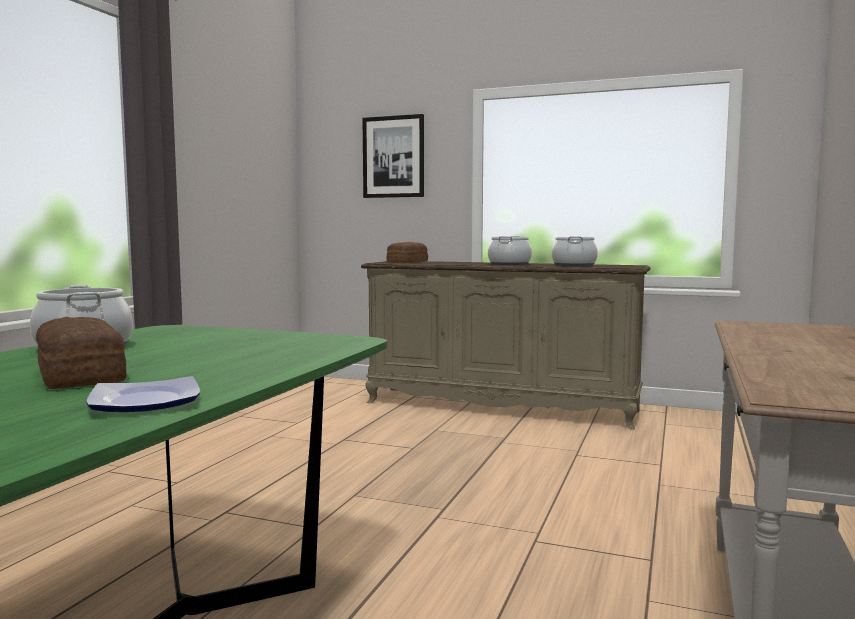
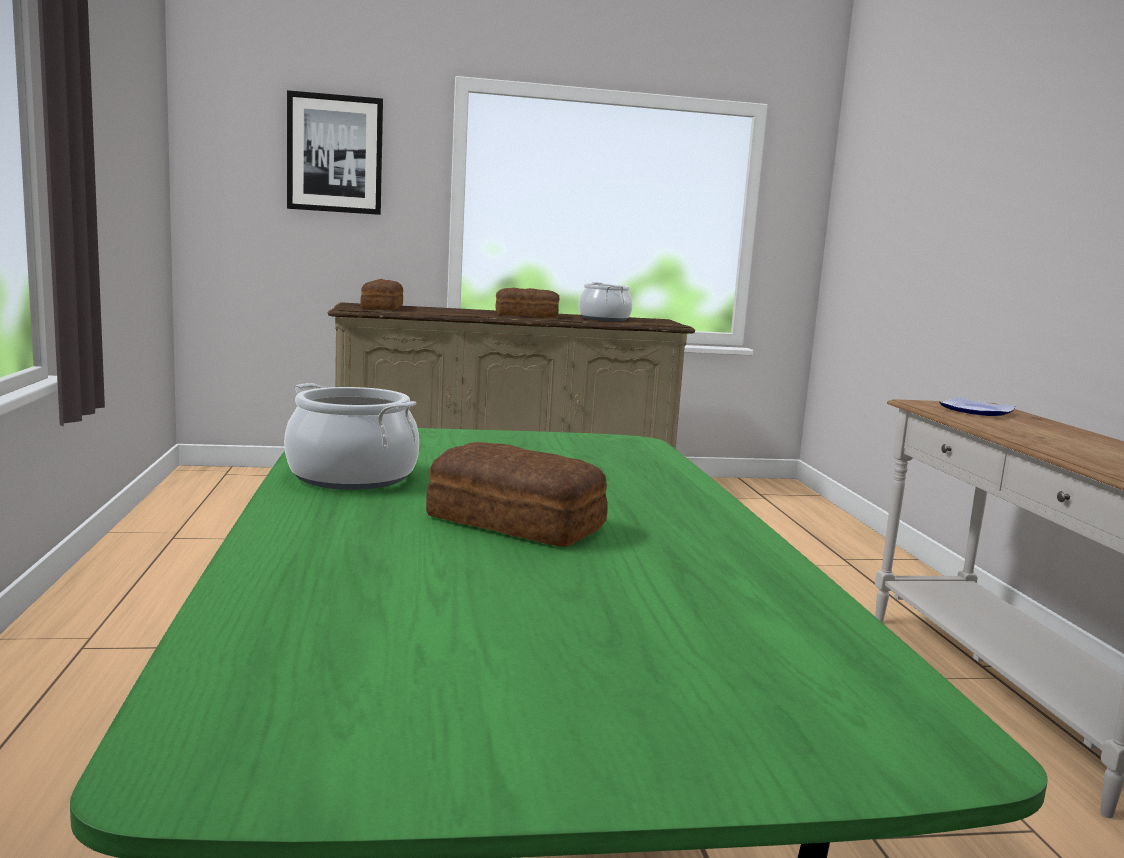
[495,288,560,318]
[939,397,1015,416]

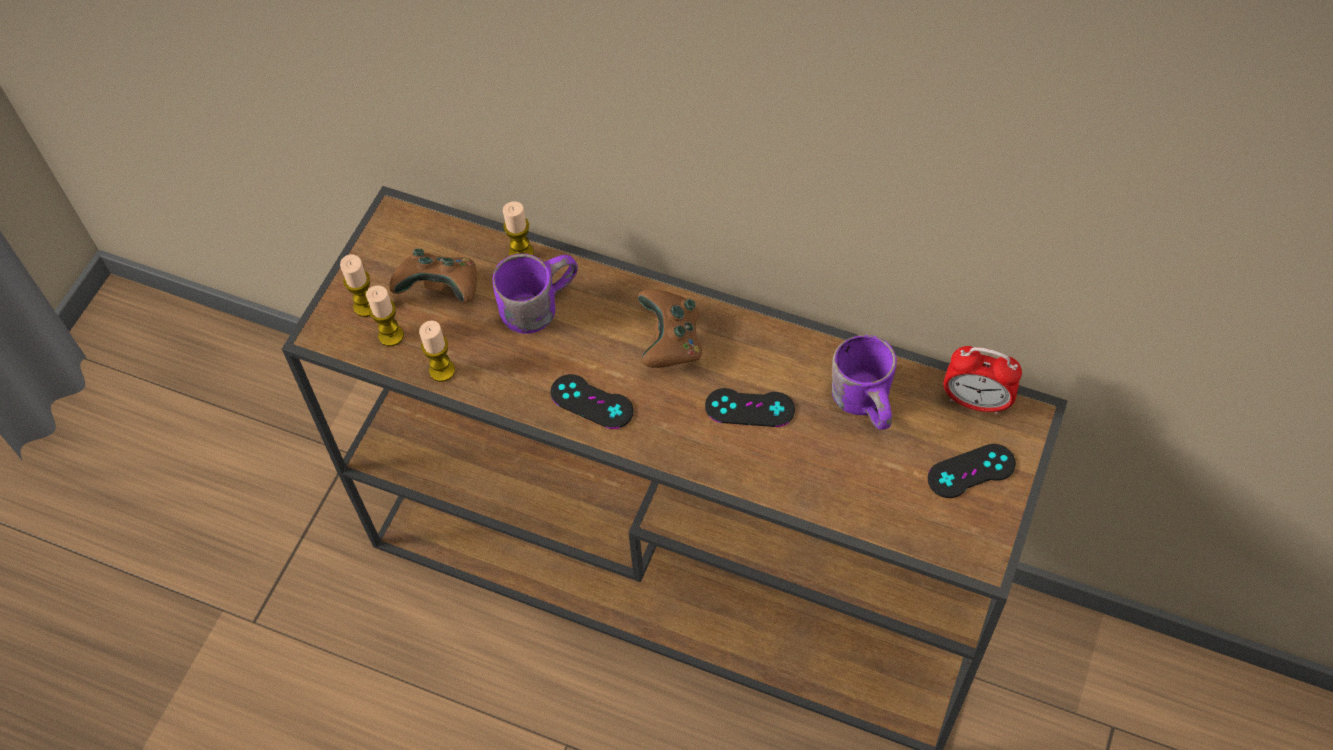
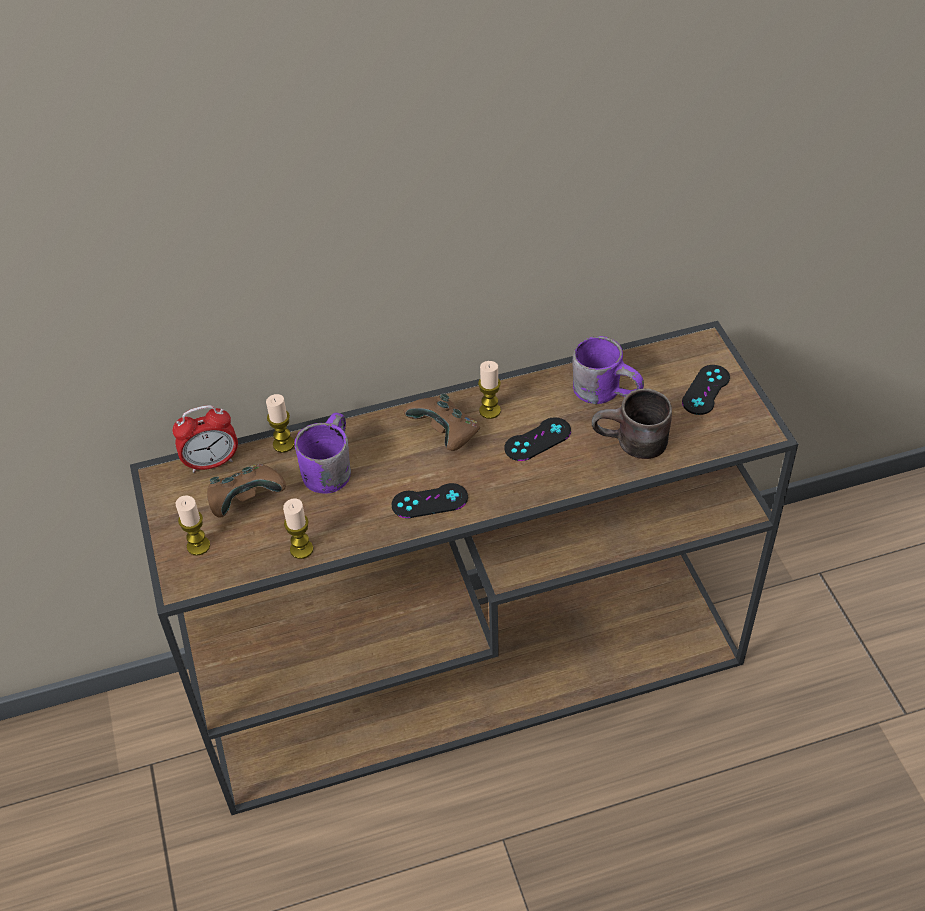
[172,405,238,473]
[478,361,501,419]
[592,389,672,459]

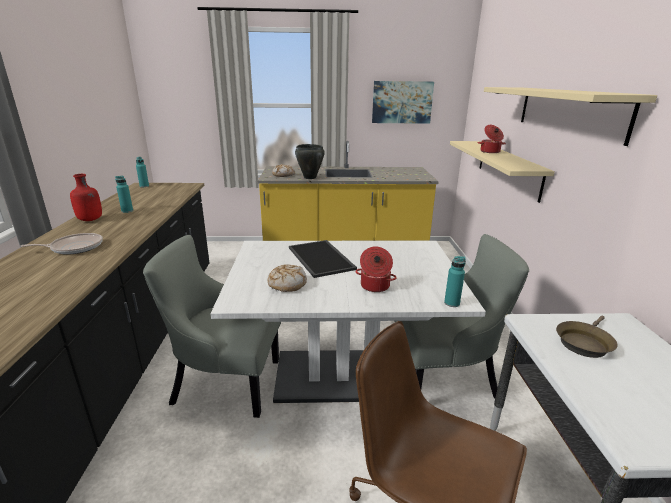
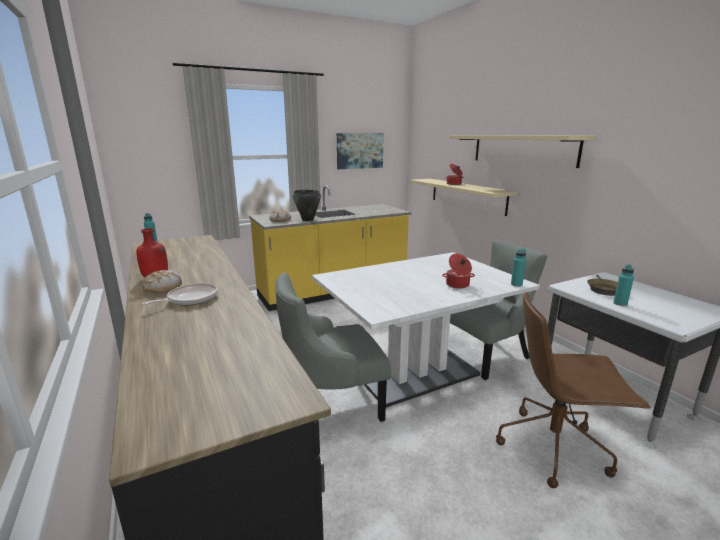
[142,270,182,292]
[613,265,634,306]
[289,240,357,278] (first image)

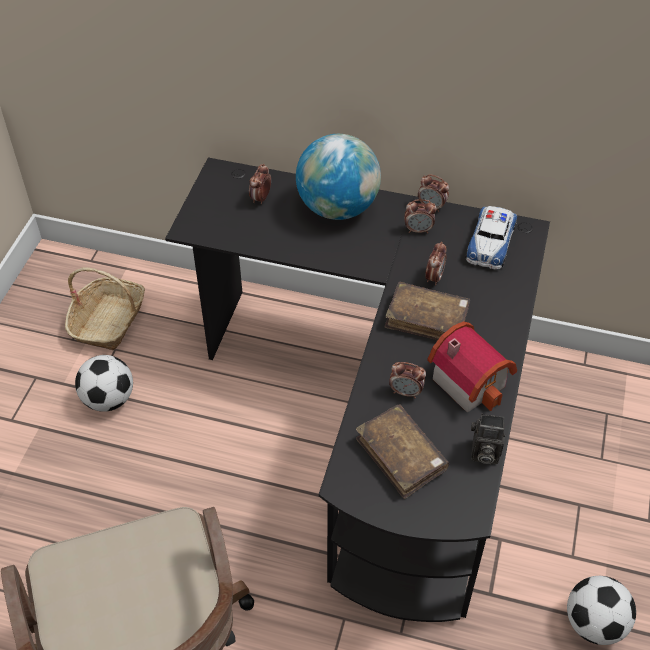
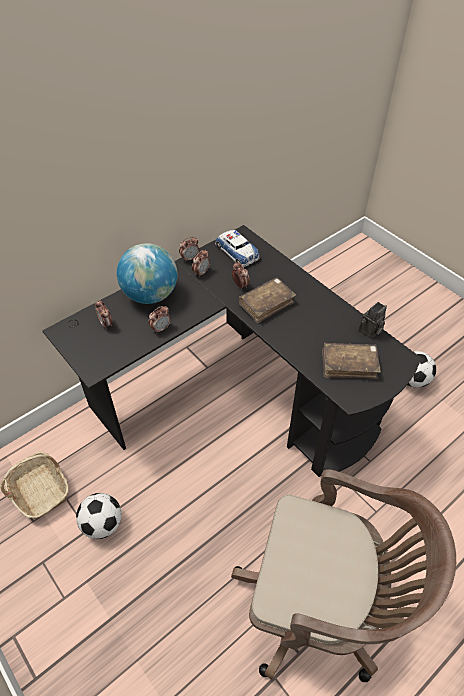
[148,306,171,334]
[427,321,517,413] (first image)

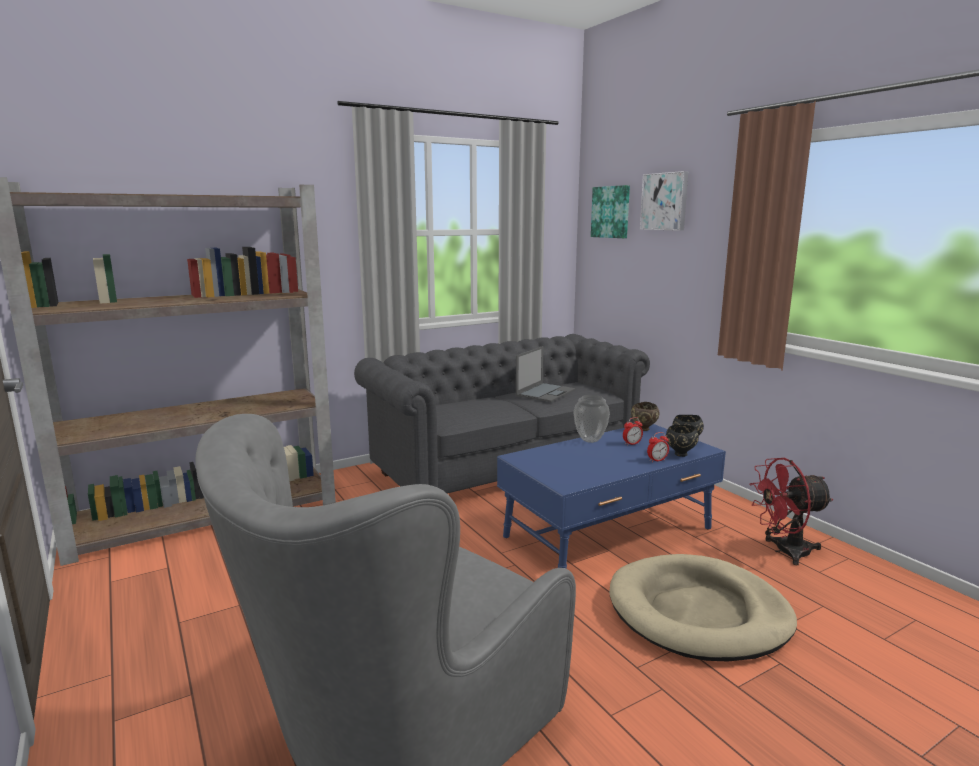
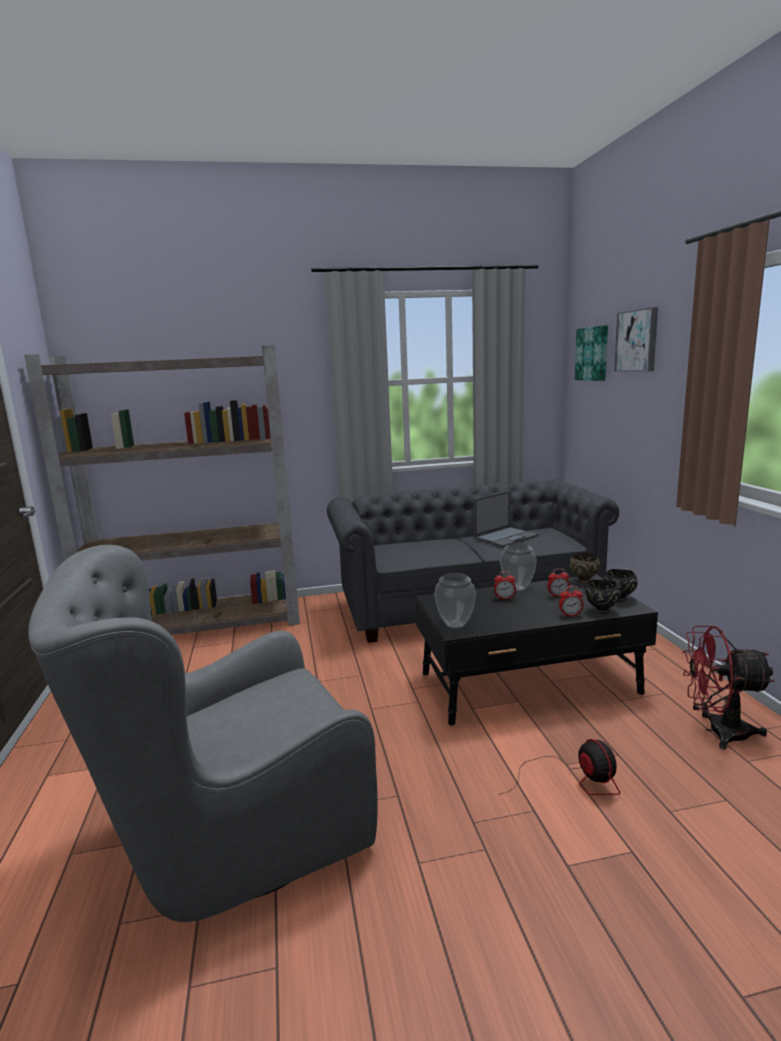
[415,575,658,725]
[434,572,476,628]
[494,571,516,599]
[498,739,620,795]

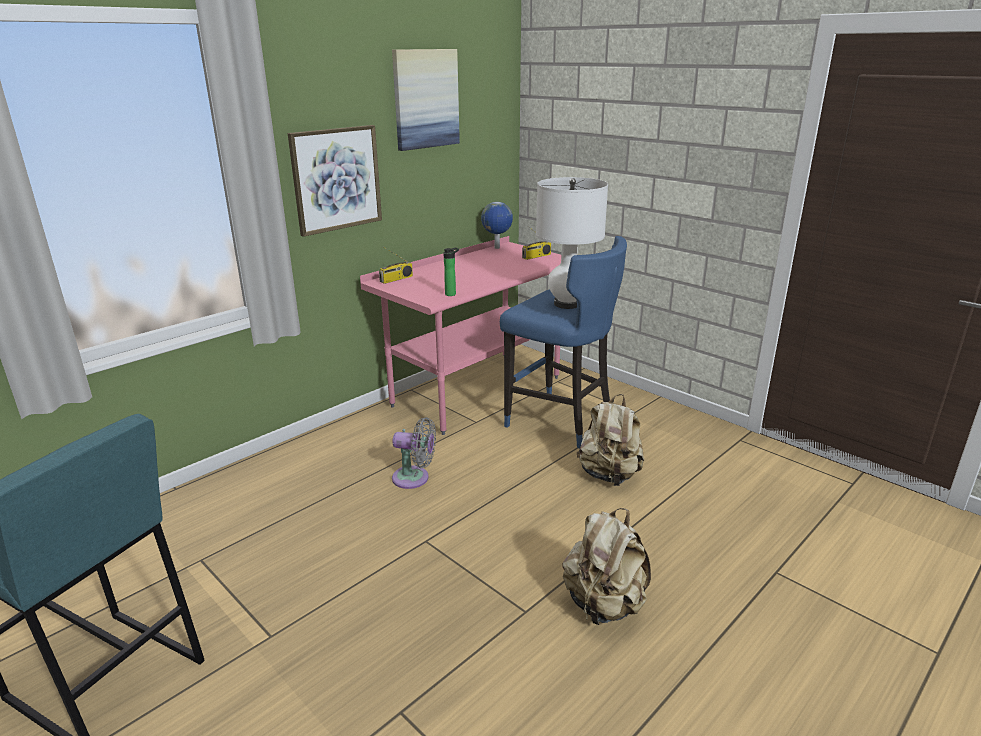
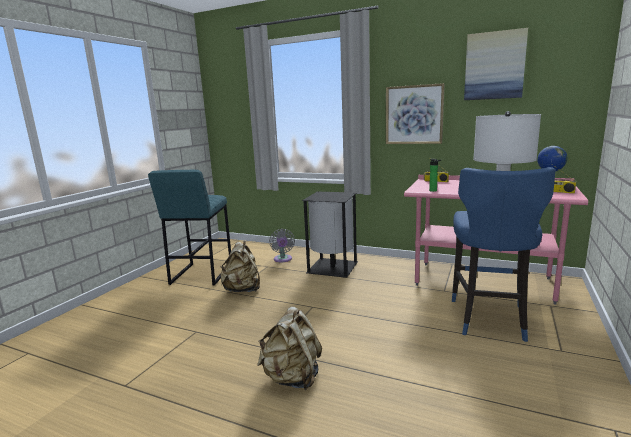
[220,241,260,292]
[269,229,295,262]
[302,191,358,278]

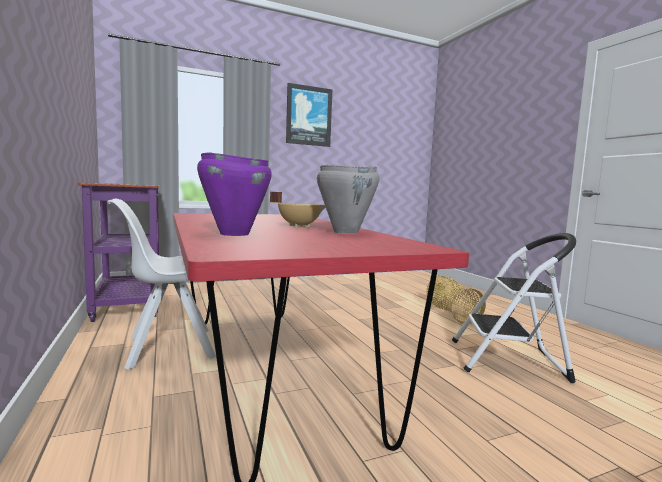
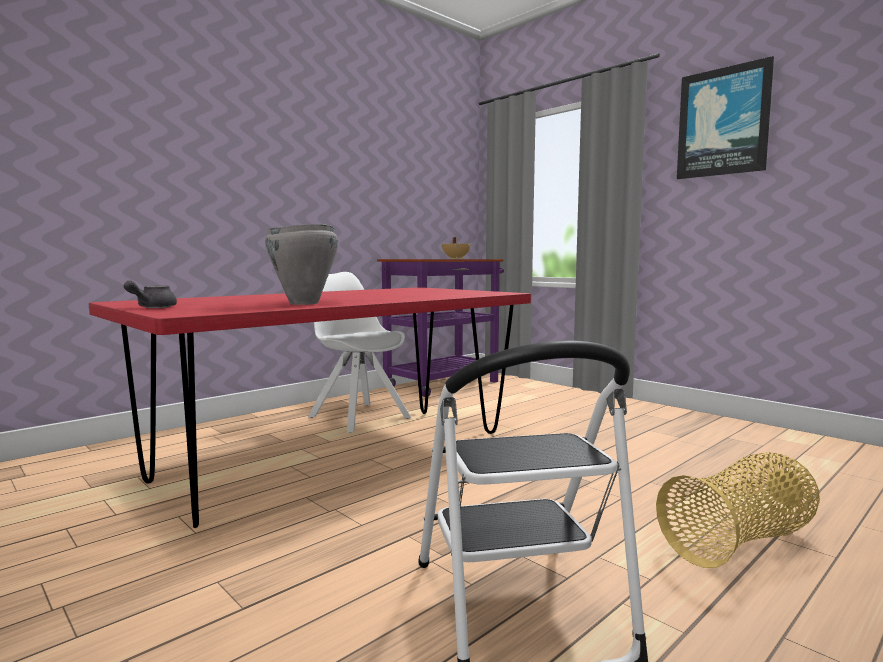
[124,280,177,308]
[442,237,471,259]
[197,152,272,236] (first image)

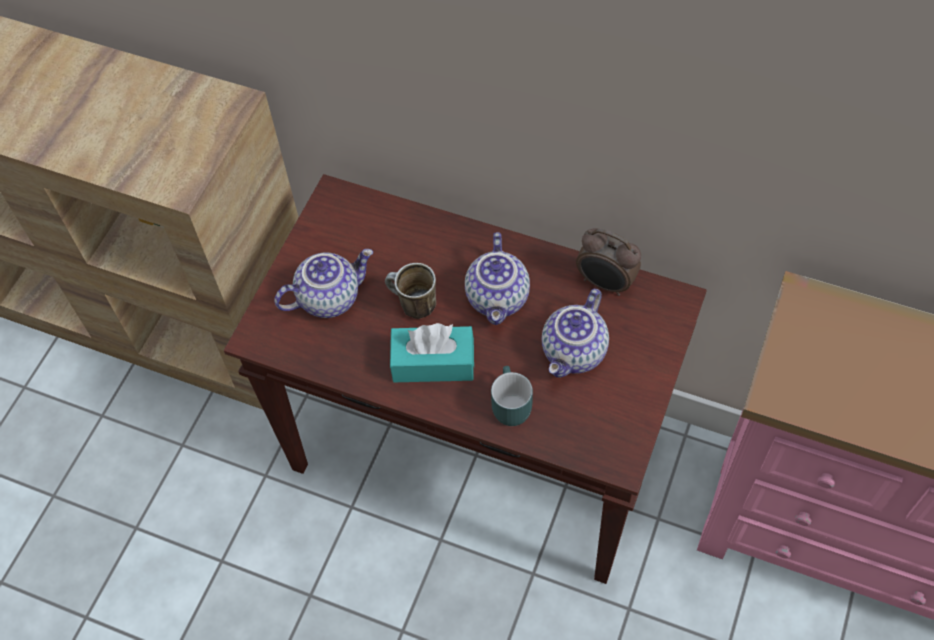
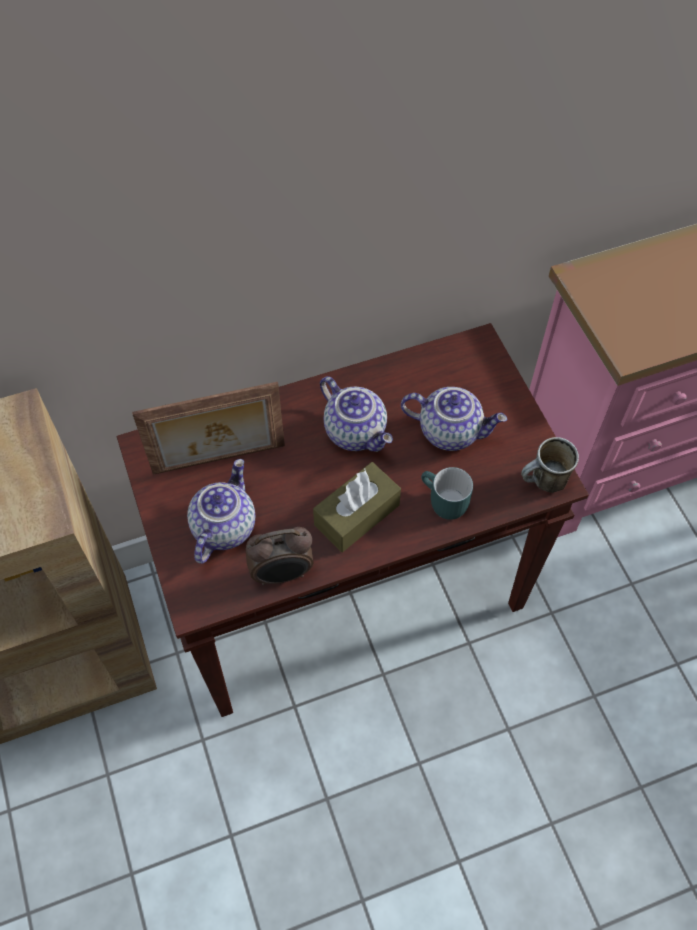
[132,382,285,475]
[246,527,313,586]
[313,462,401,552]
[401,387,507,451]
[521,437,579,493]

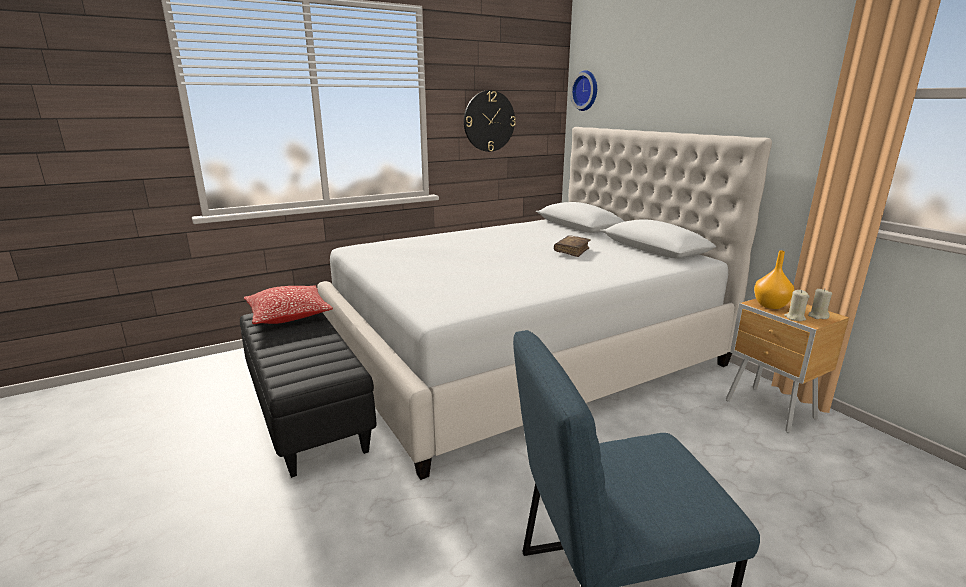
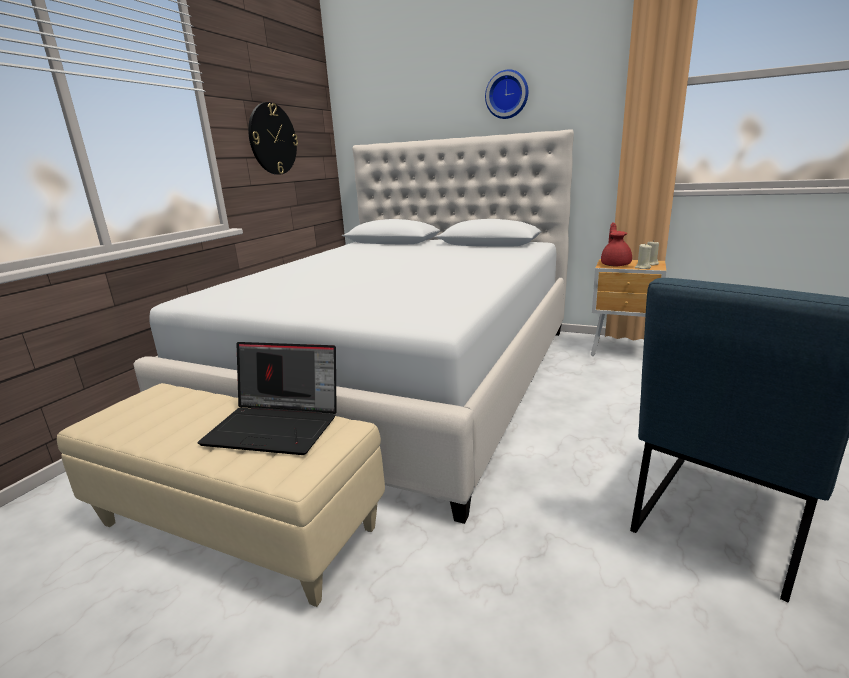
[57,383,385,607]
[198,342,337,455]
[485,69,528,119]
[601,222,632,266]
[244,285,333,324] (first image)
[554,235,591,257] (first image)

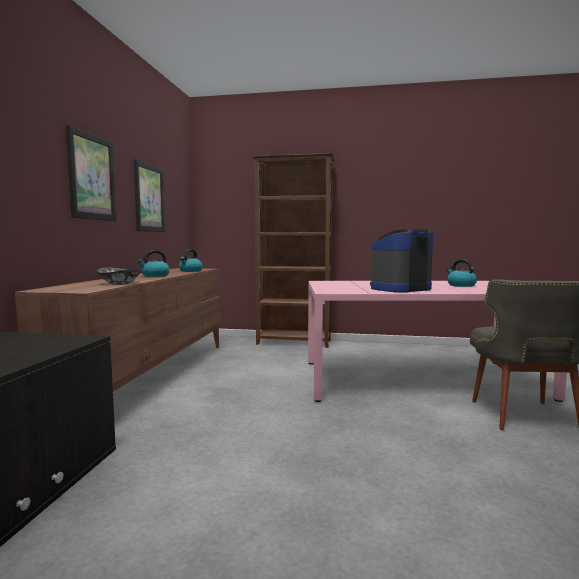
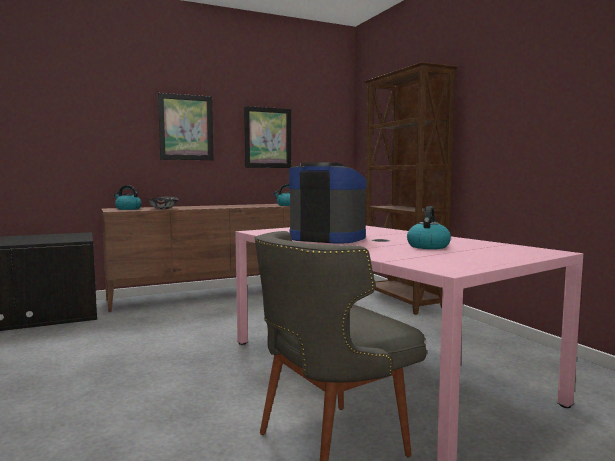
[114,185,142,210]

